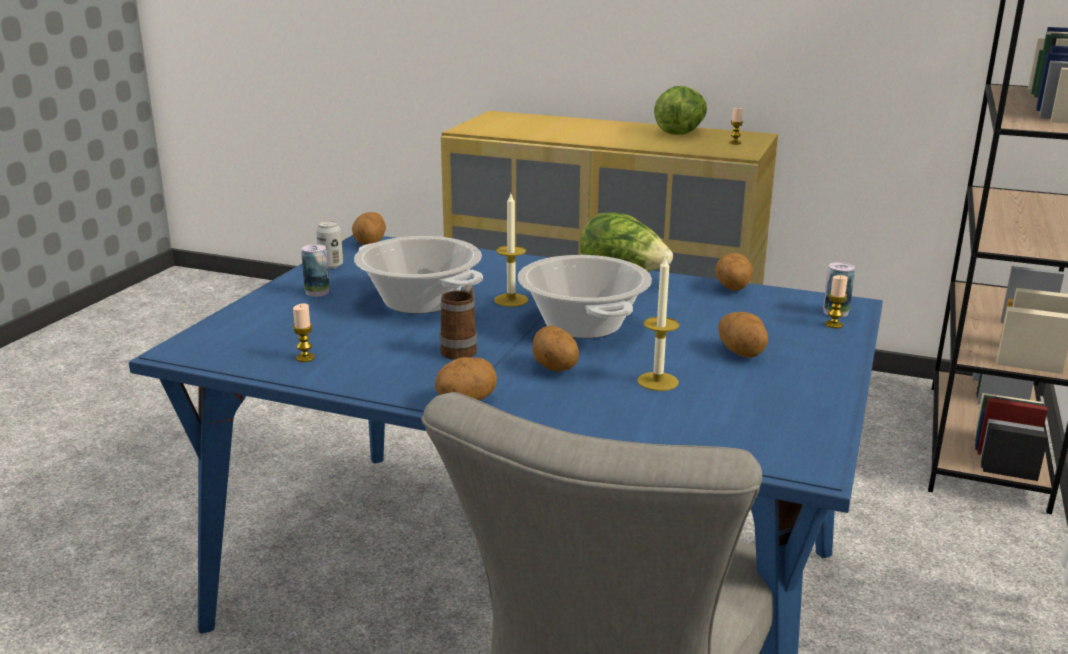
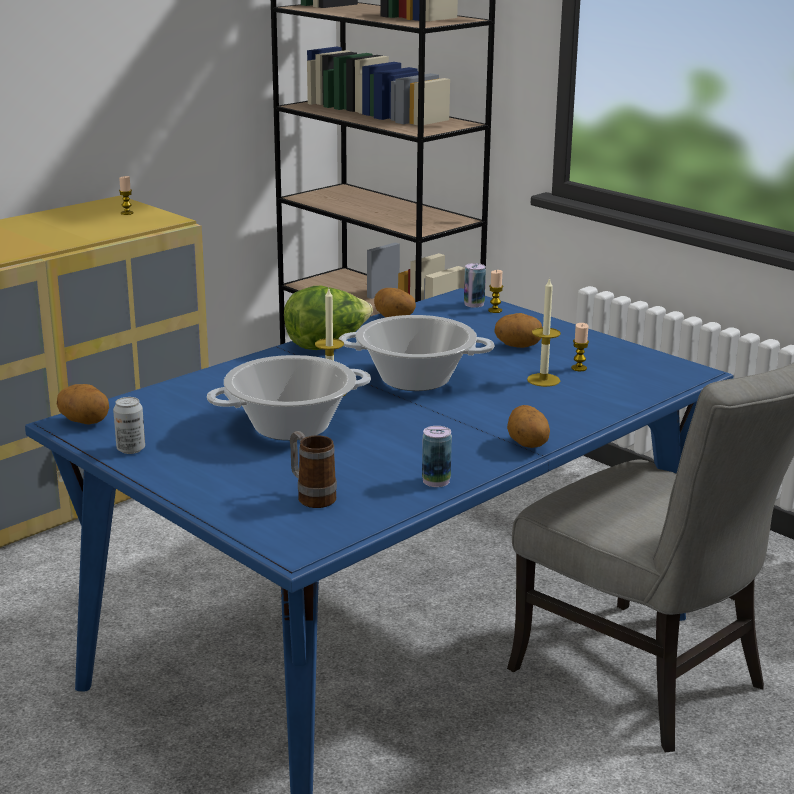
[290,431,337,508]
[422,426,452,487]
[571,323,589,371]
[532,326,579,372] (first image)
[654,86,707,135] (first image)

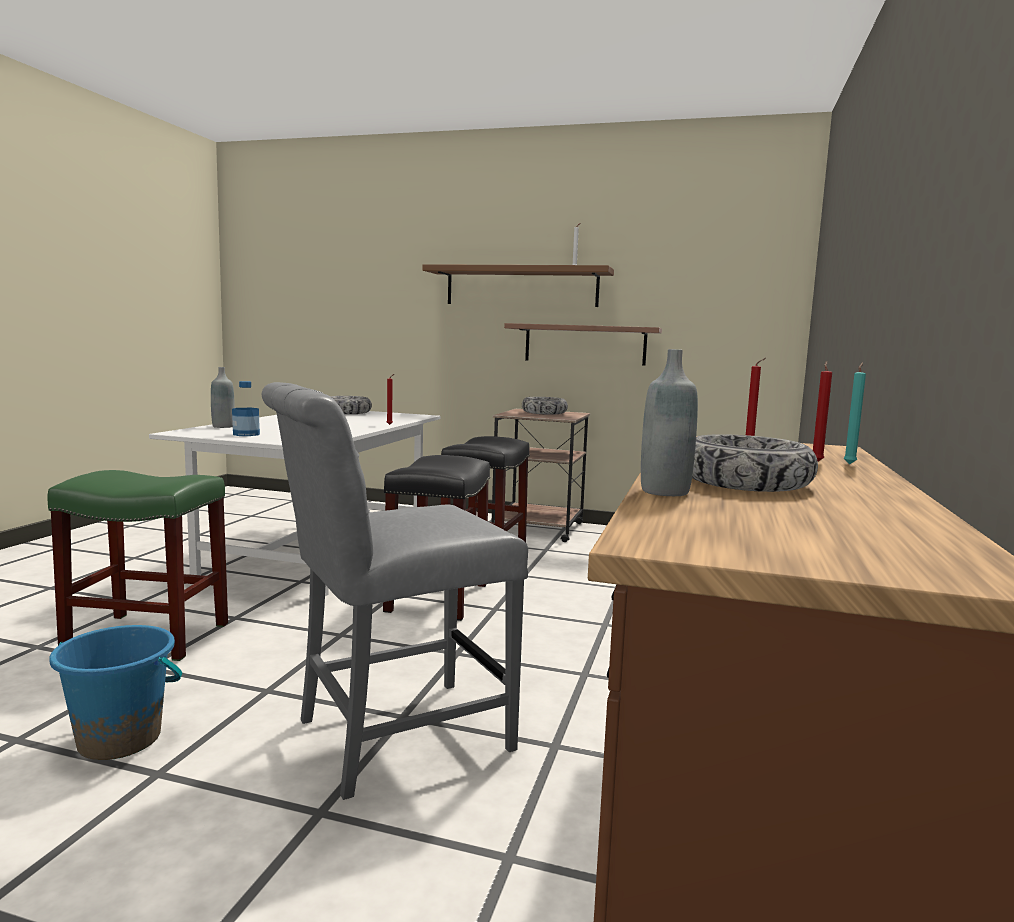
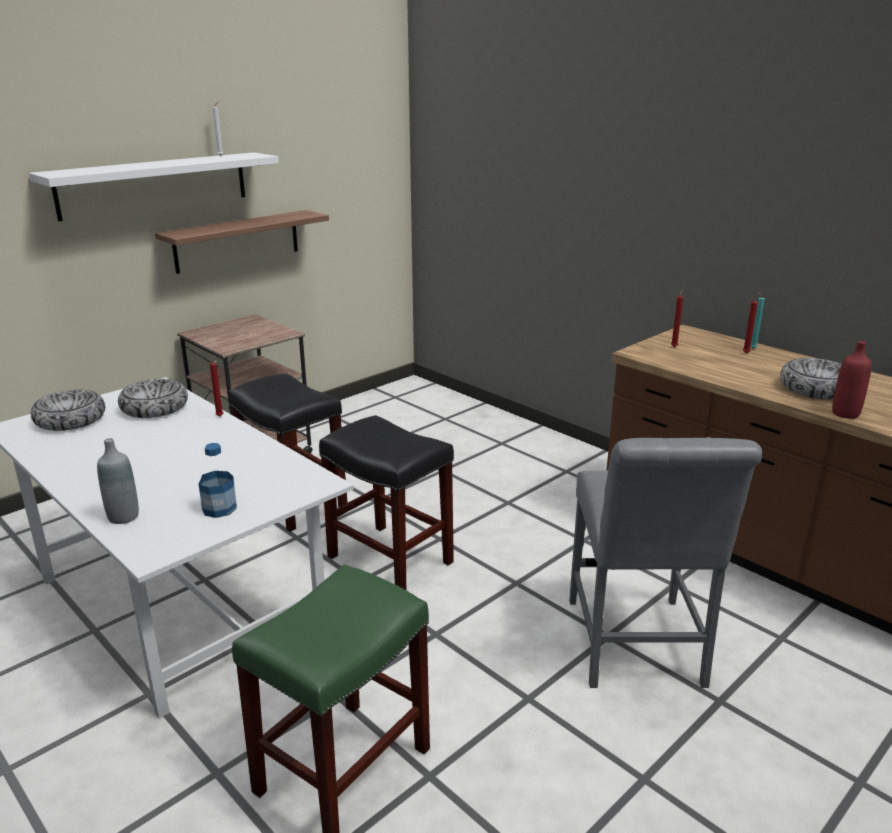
[29,152,279,221]
[118,379,188,418]
[832,341,872,419]
[49,625,182,760] (first image)

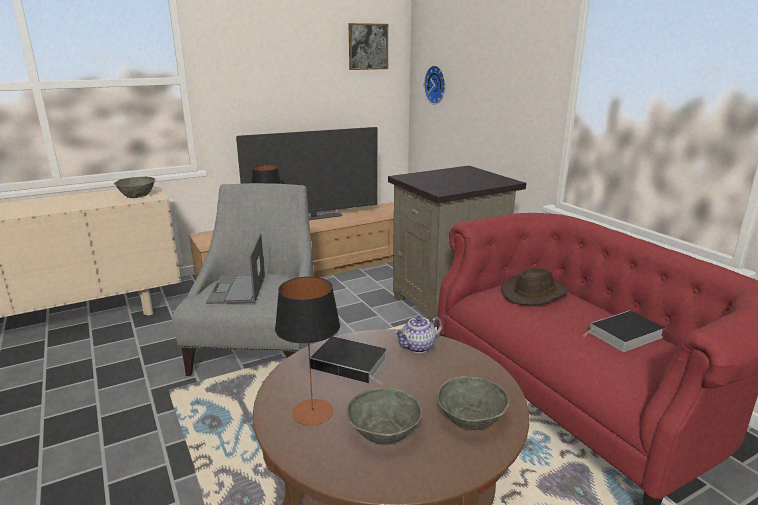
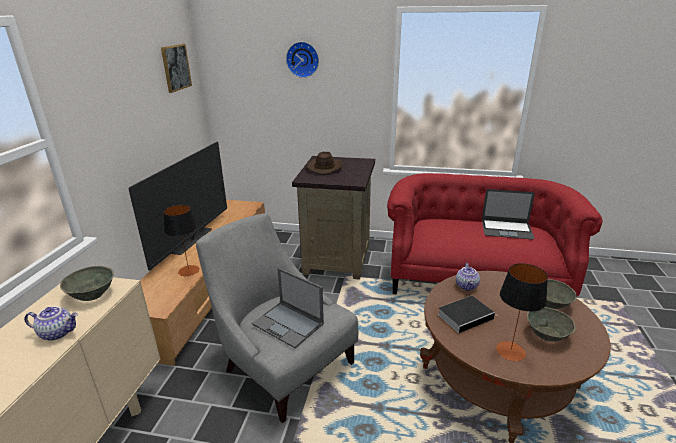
[24,306,78,341]
[286,42,319,78]
[307,152,343,175]
[482,189,535,239]

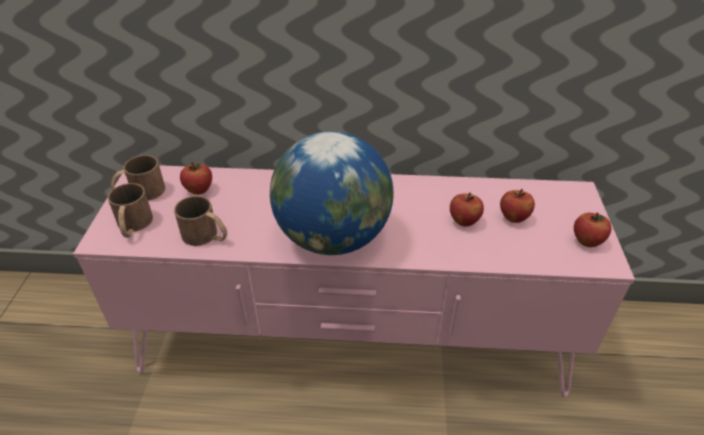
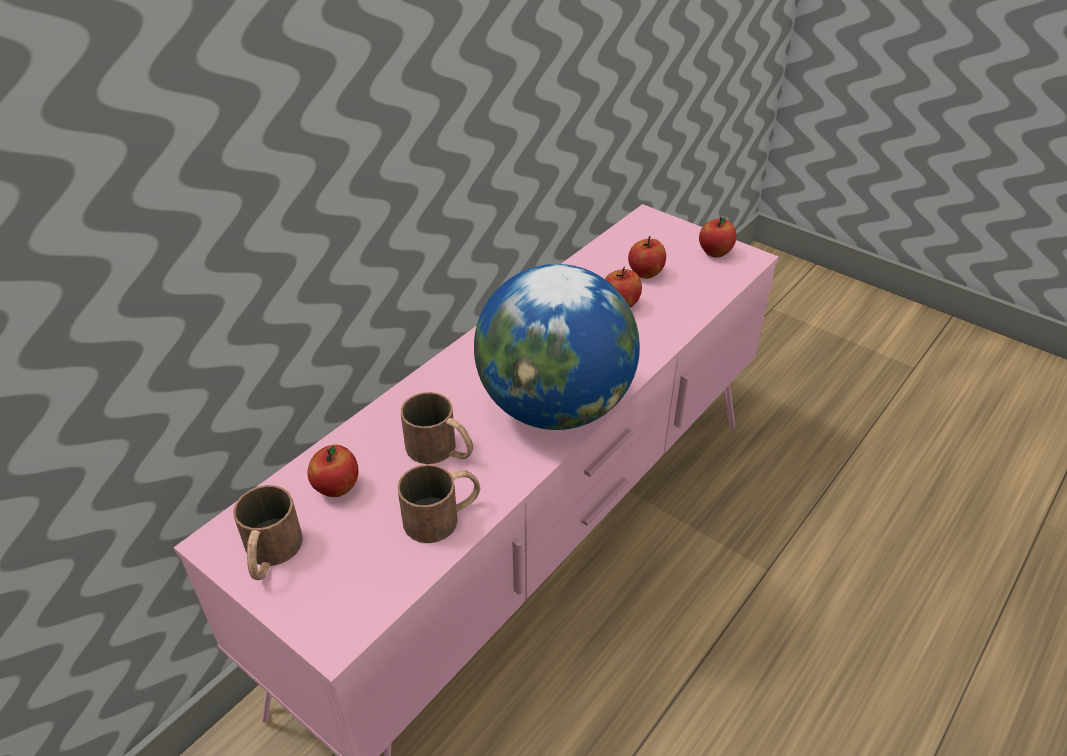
[401,392,473,464]

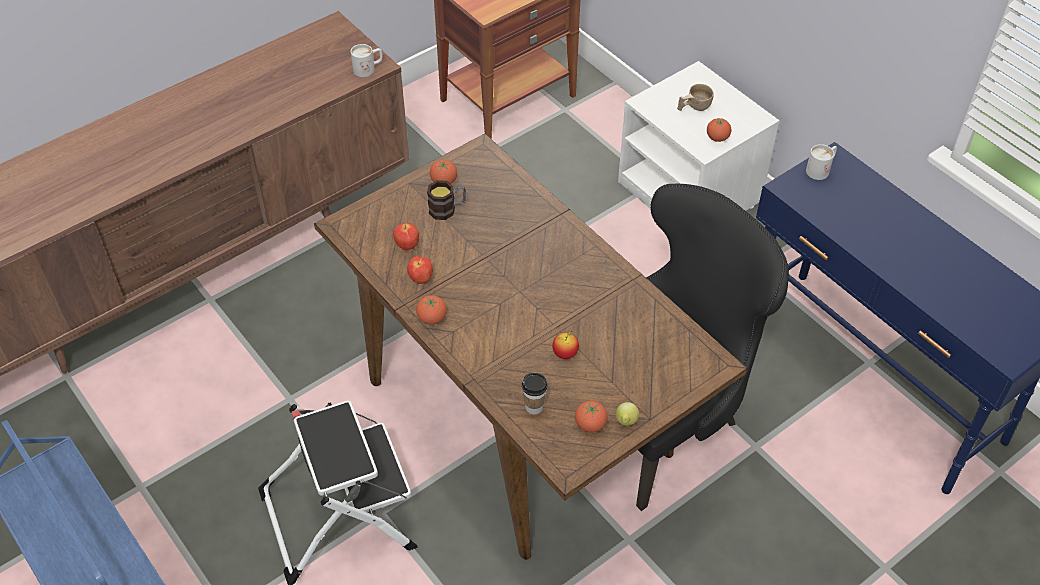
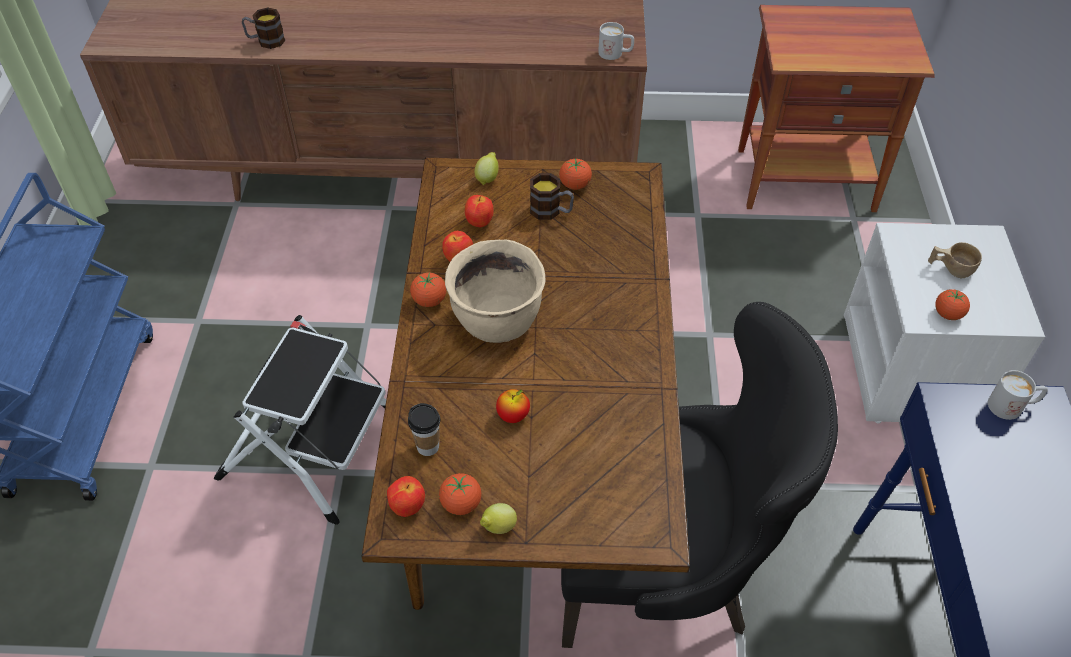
[242,7,285,49]
[387,476,425,517]
[445,240,545,343]
[475,152,499,185]

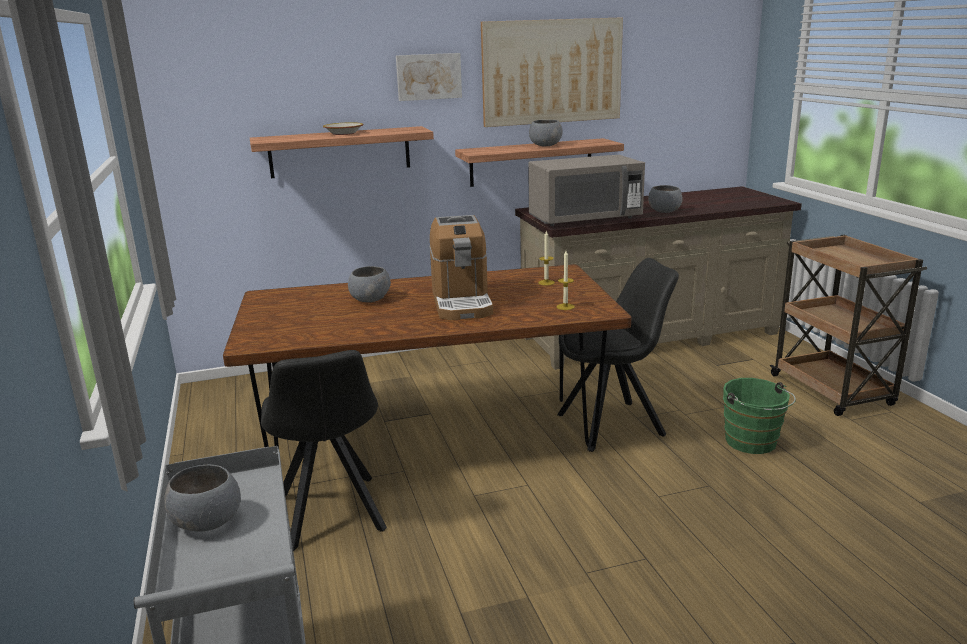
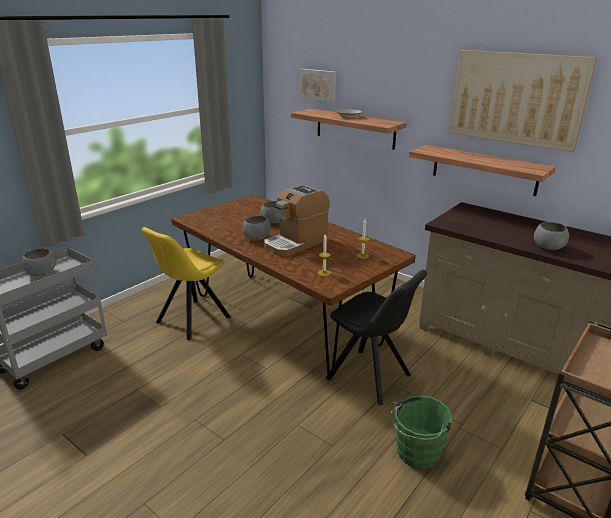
[142,227,230,340]
[242,216,271,240]
[300,69,336,102]
[528,155,645,226] (first image)

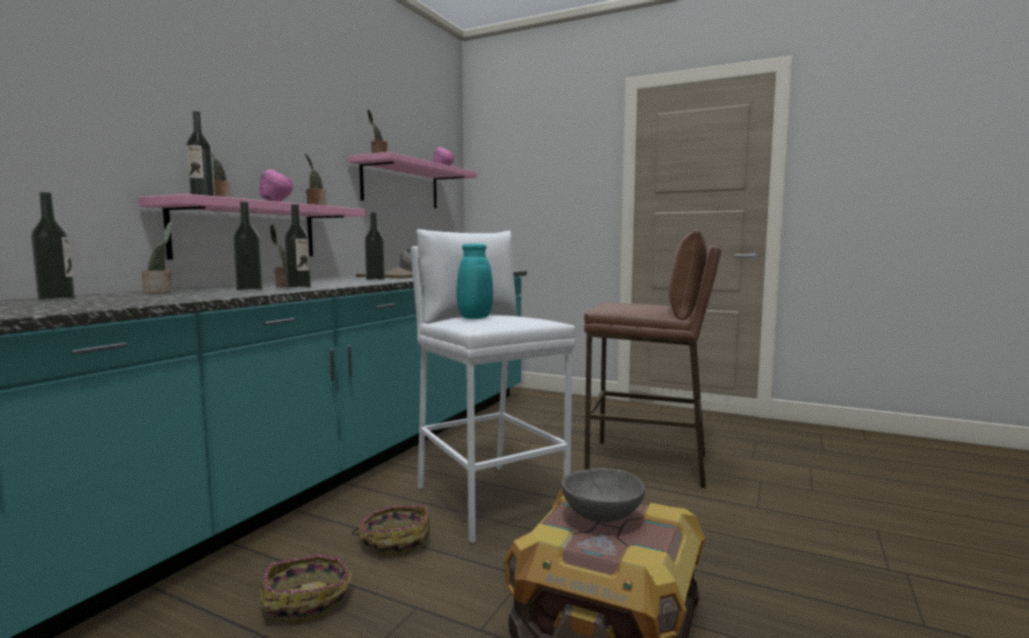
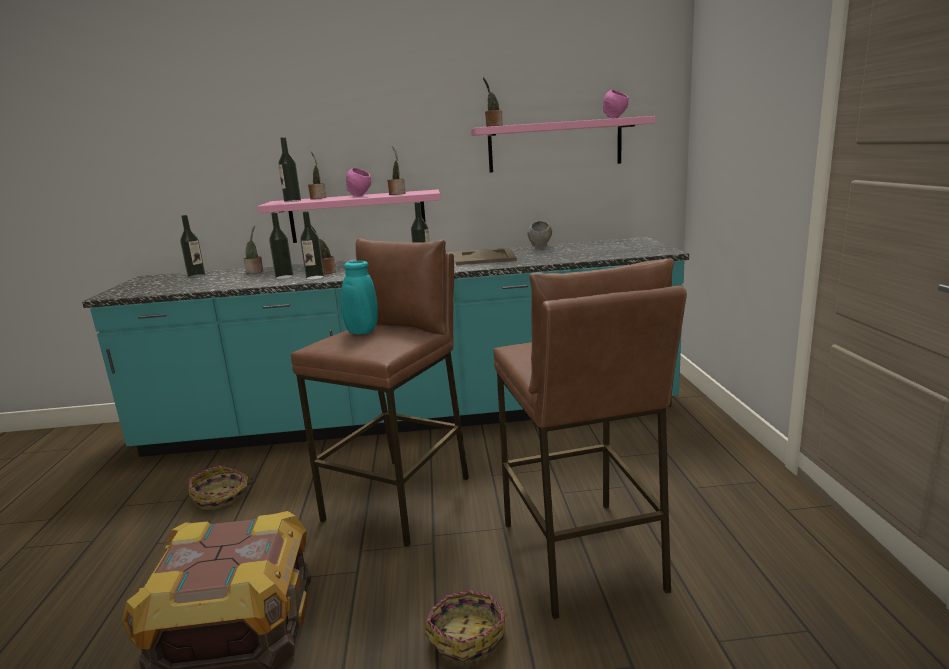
[291,238,469,547]
[425,590,507,665]
[562,468,645,522] (first image)

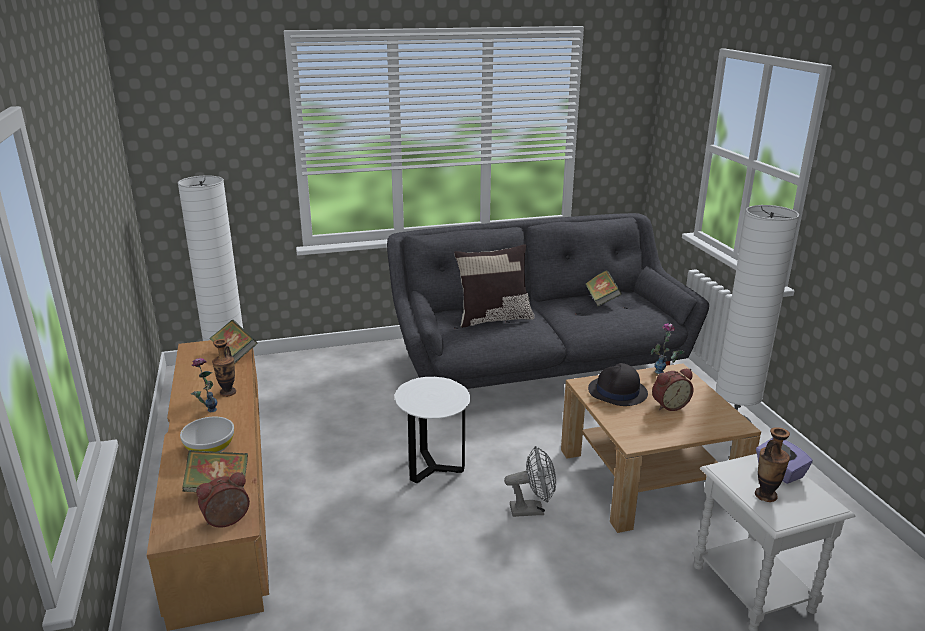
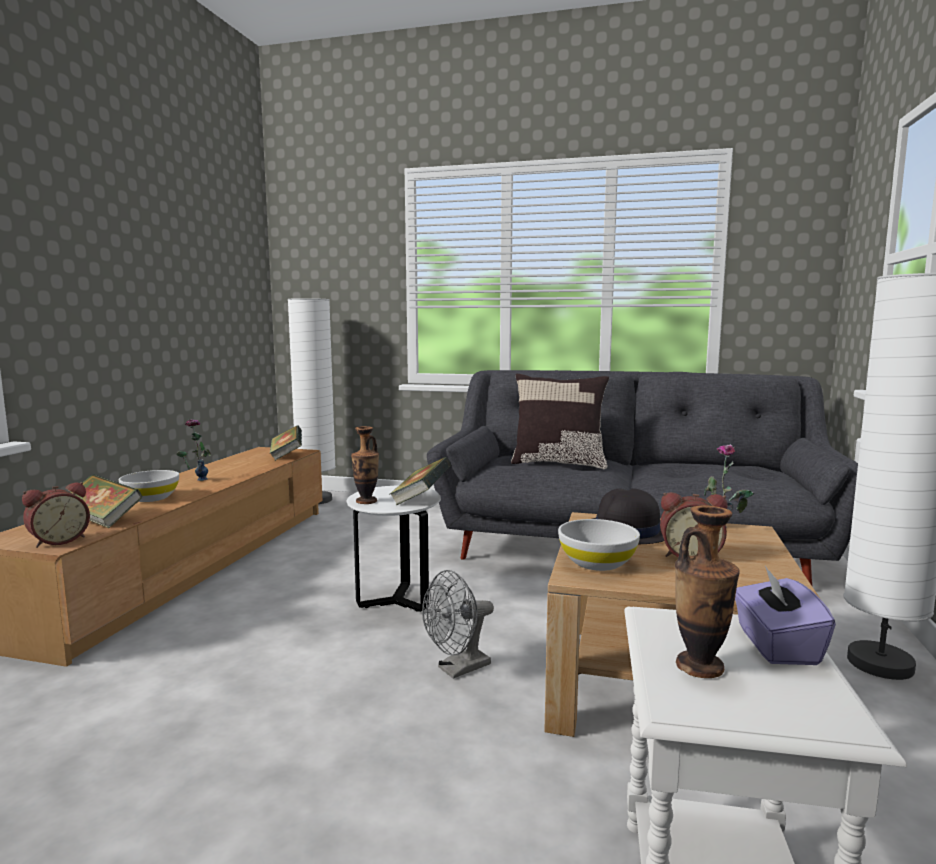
[22,482,90,548]
[351,426,379,504]
[389,457,452,505]
[422,570,494,679]
[558,519,640,571]

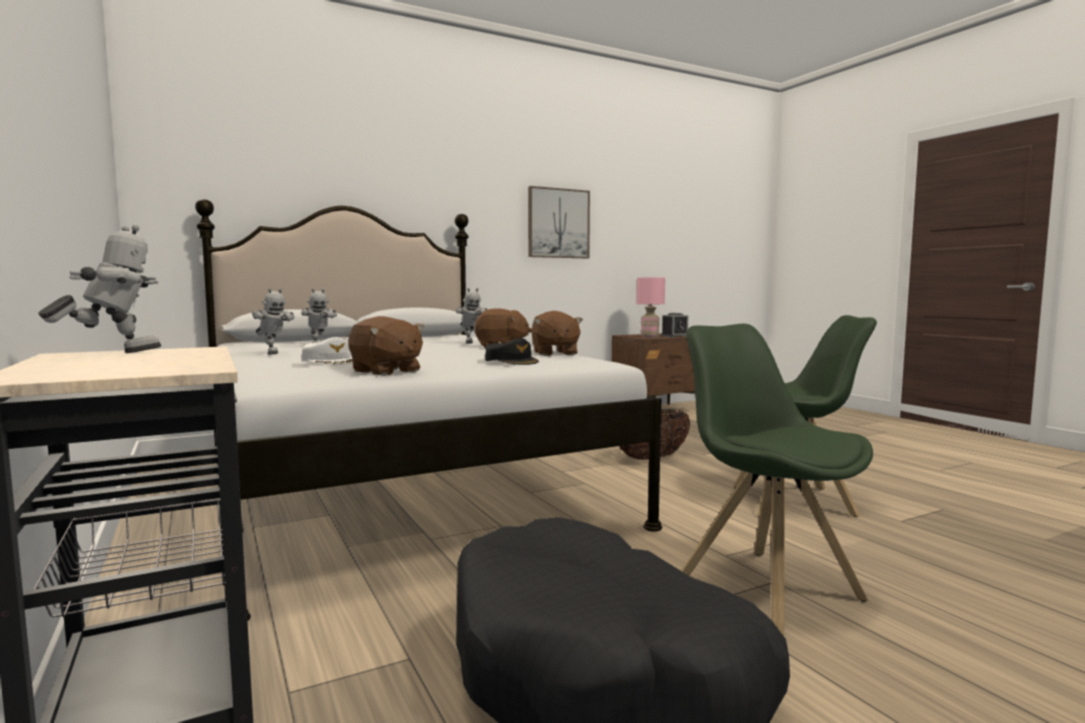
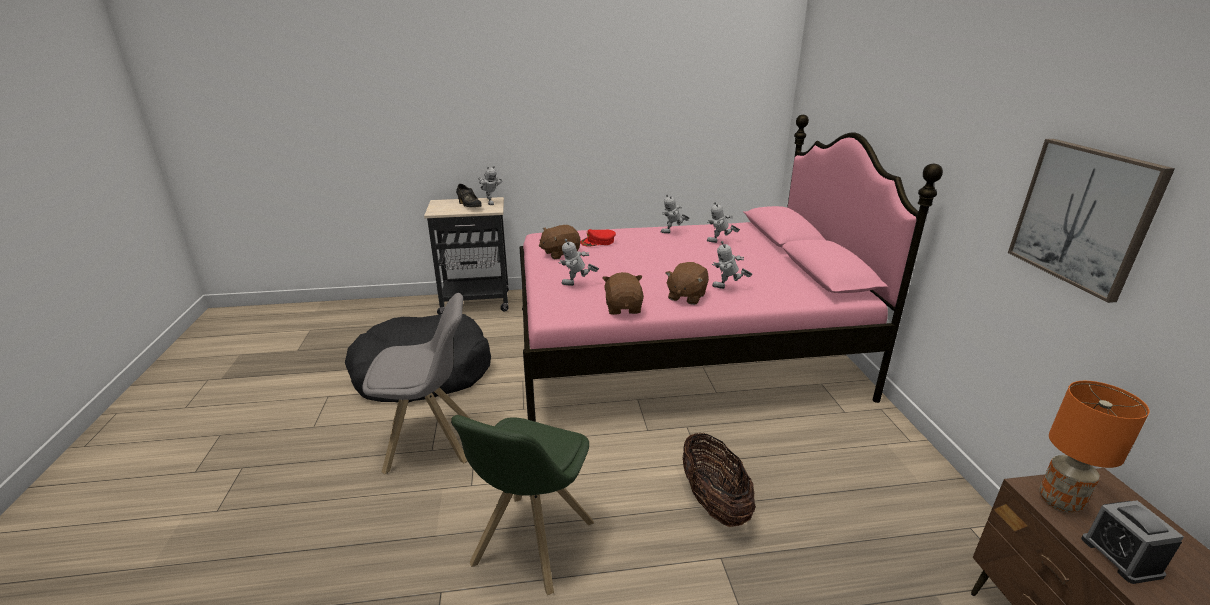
[362,293,470,474]
[456,184,482,207]
[519,115,943,422]
[558,239,599,286]
[580,229,616,247]
[603,272,644,315]
[1039,381,1150,513]

